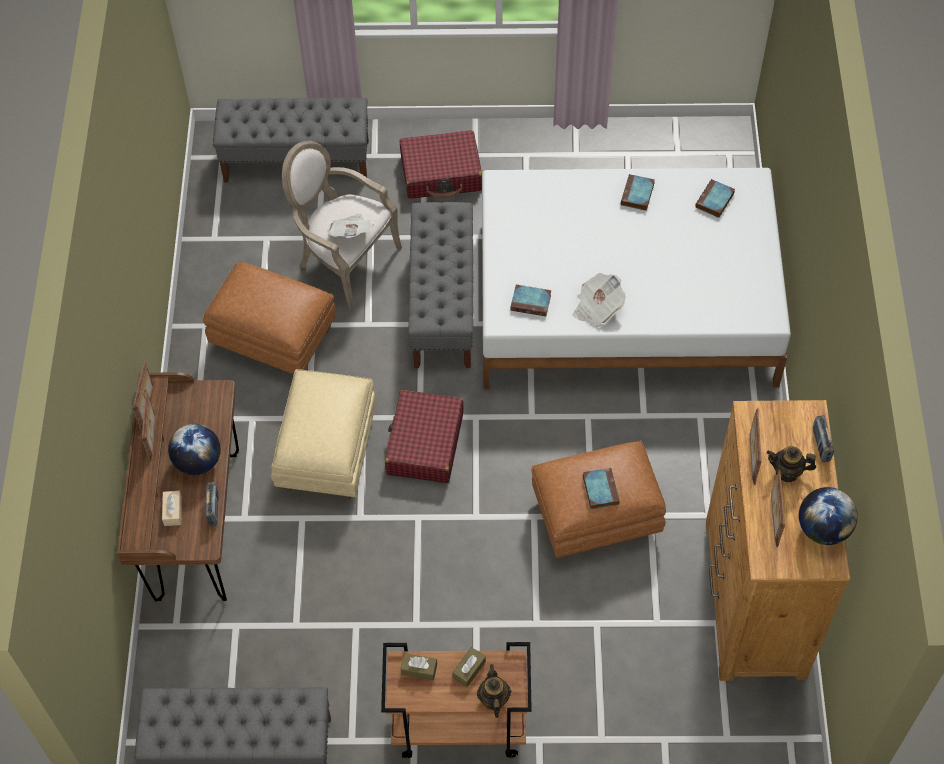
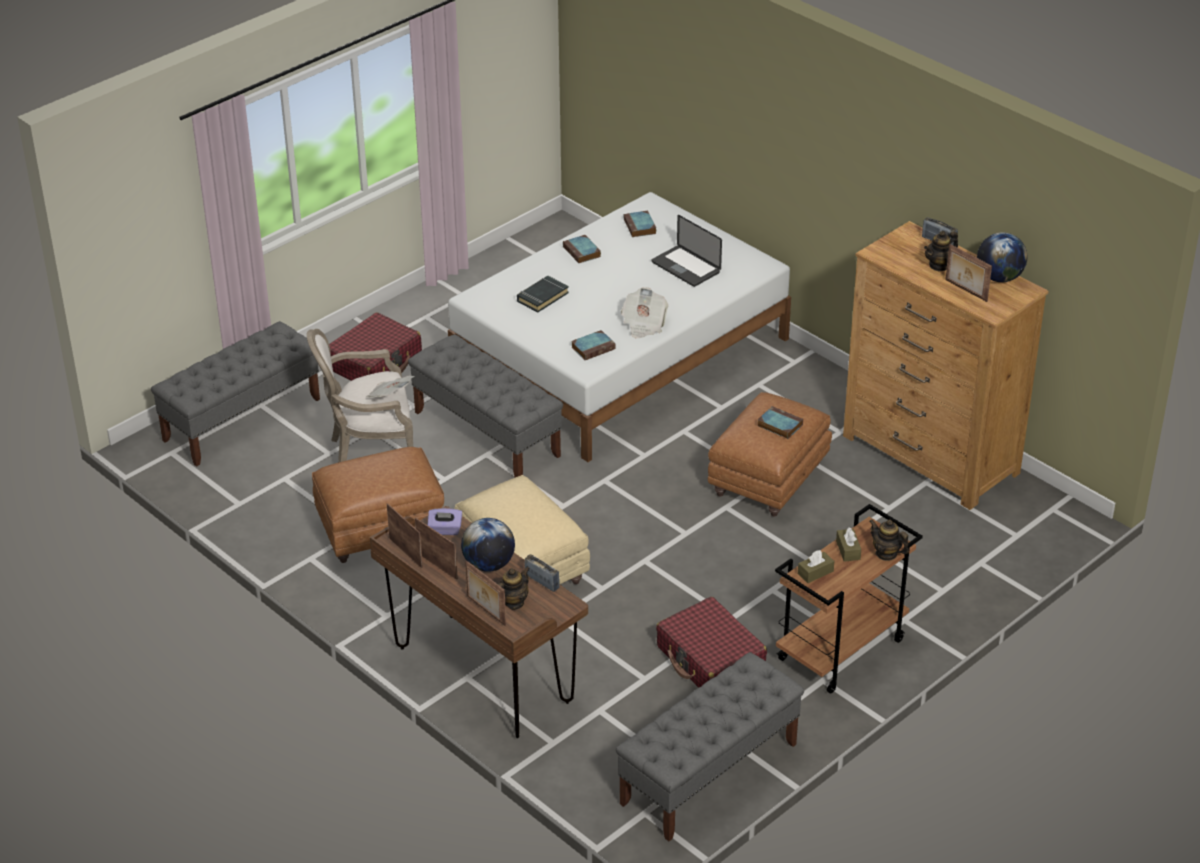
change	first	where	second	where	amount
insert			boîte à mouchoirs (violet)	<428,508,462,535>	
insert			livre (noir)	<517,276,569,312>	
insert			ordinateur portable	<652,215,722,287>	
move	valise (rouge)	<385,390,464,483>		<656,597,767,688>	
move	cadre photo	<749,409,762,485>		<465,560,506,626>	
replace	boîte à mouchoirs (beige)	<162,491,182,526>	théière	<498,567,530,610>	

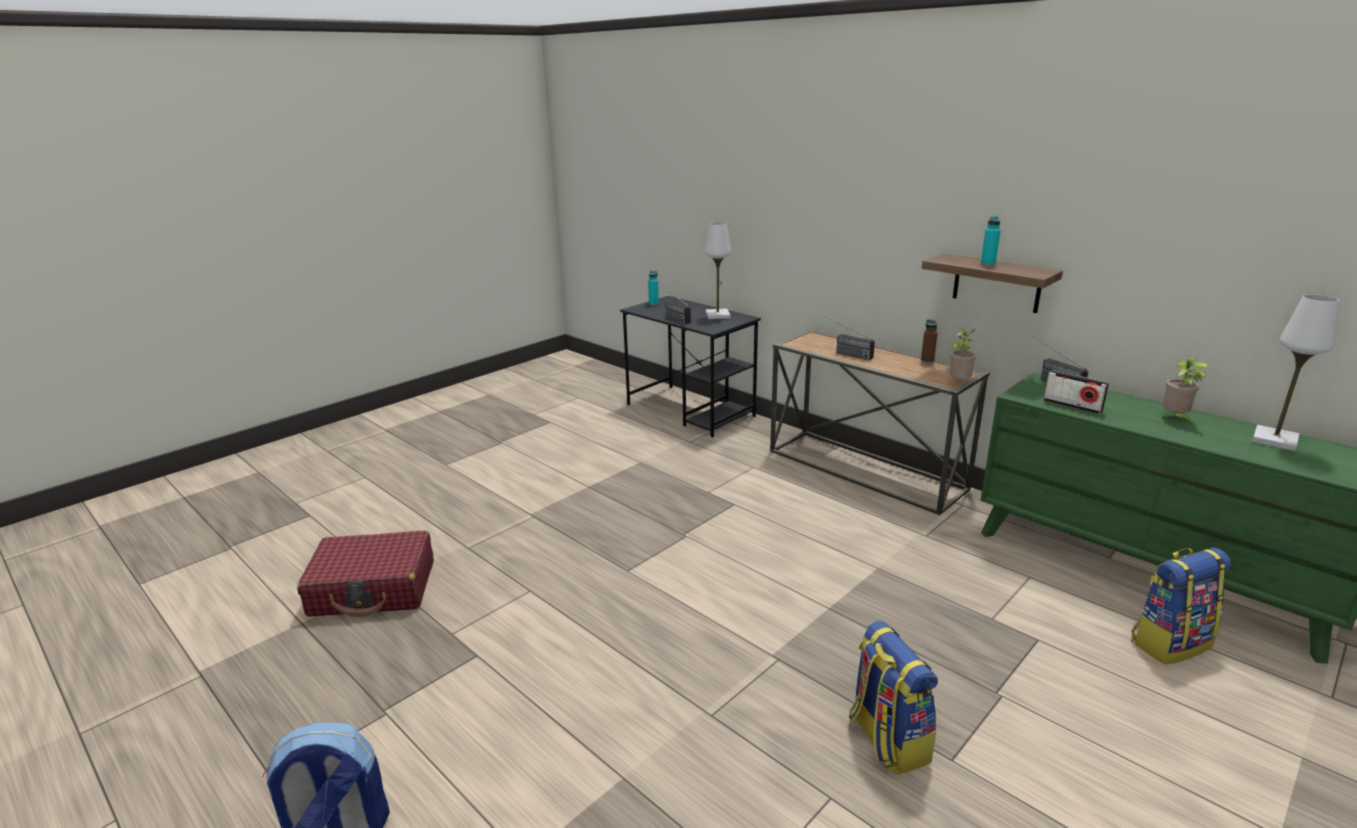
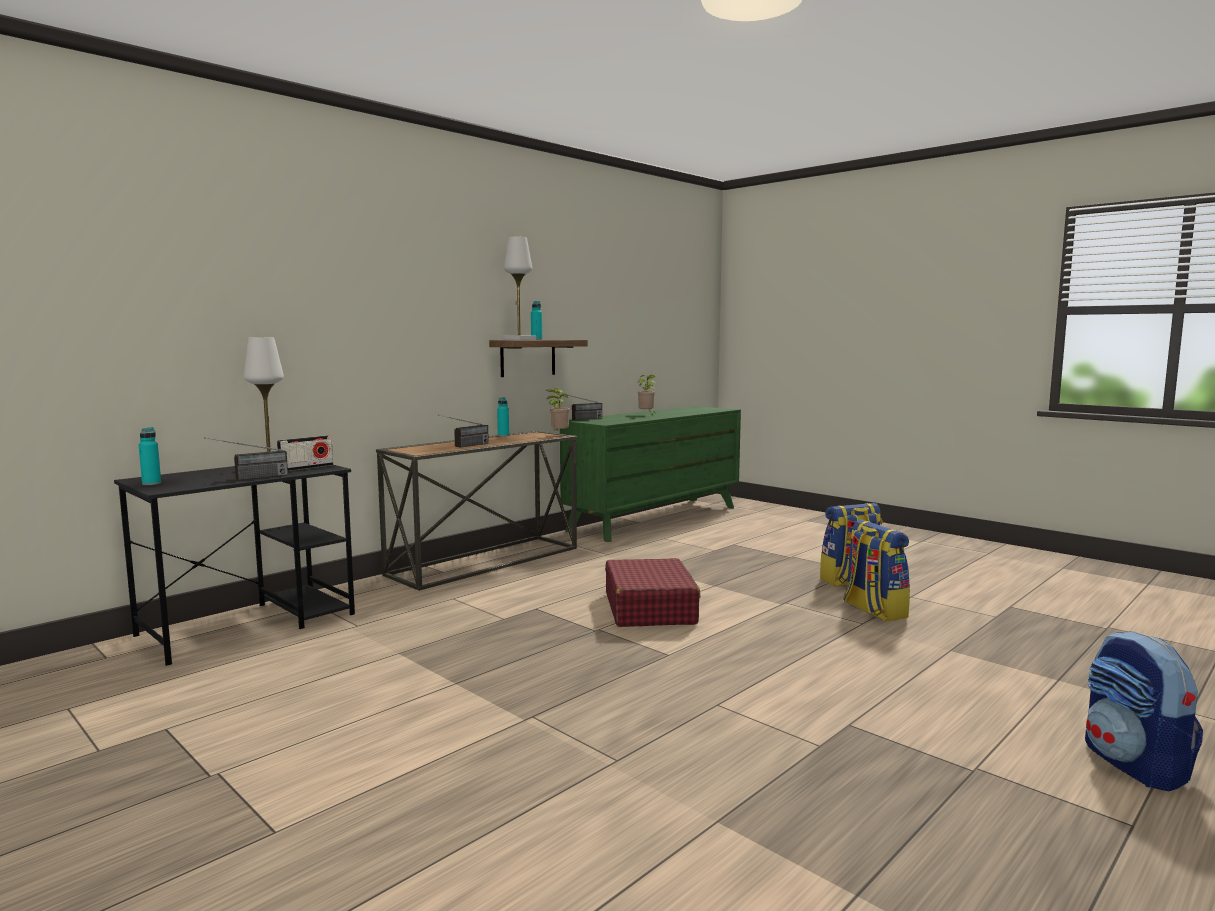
change	first	where	second	where	amount
move	valise (rouge)	<297,530,434,617>		<605,558,700,627>	
move	radio	<1044,370,1109,414>		<277,435,333,471>	
move	sac à dos	<1132,547,1231,665>		<844,520,910,621>	
move	lampe de table (blanc)	<1252,294,1339,451>		<502,237,536,340>	
recolor	bouteille (marron)	<921,319,938,364>	bouteille (turquoise)	<497,397,509,437>	

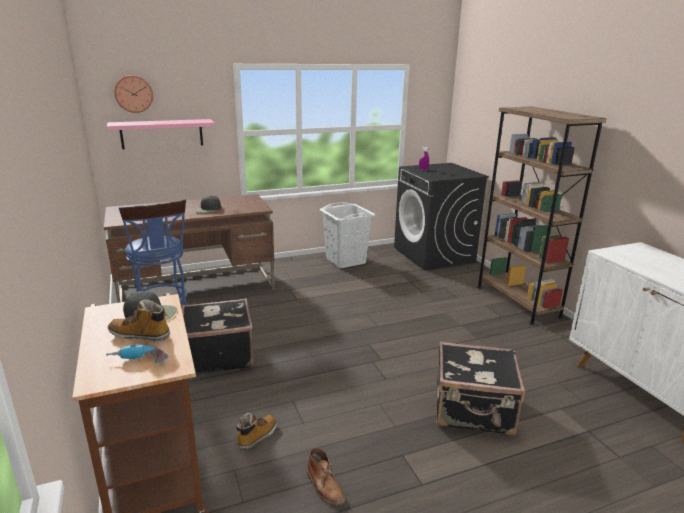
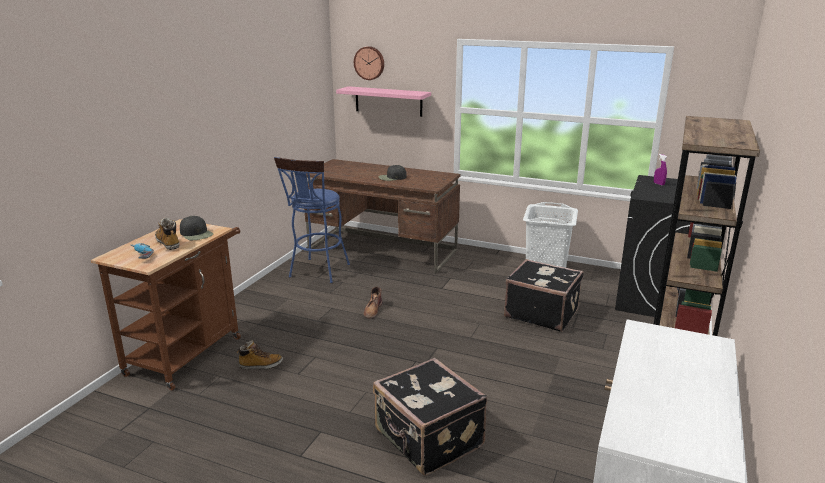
change	first	where	second	where	amount
move	valise (noir)	<182,298,254,374>		<504,259,583,332>	
move	botte (marron)	<307,447,345,506>		<363,287,383,319>	

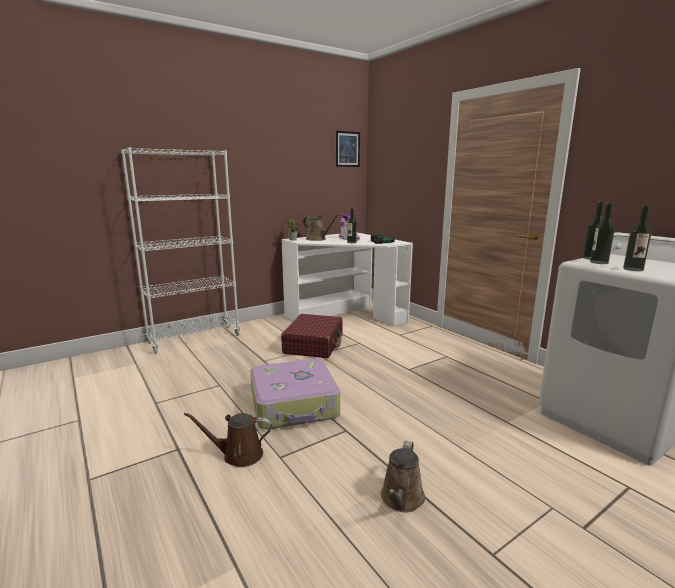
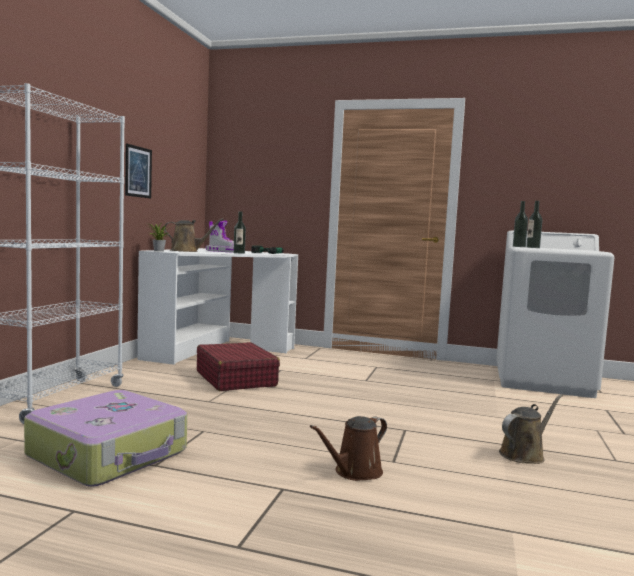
change	first	where	second	where	amount
delete	bouteille	<623,206,651,271>			
move	valise	<250,359,340,429>		<24,390,187,487>	
move	tableau	<336,131,360,167>		<125,143,152,198>	
rotate	arrosoir (marron)	<381,441,425,512>		<499,394,563,464>	105 degrees counterclockwise

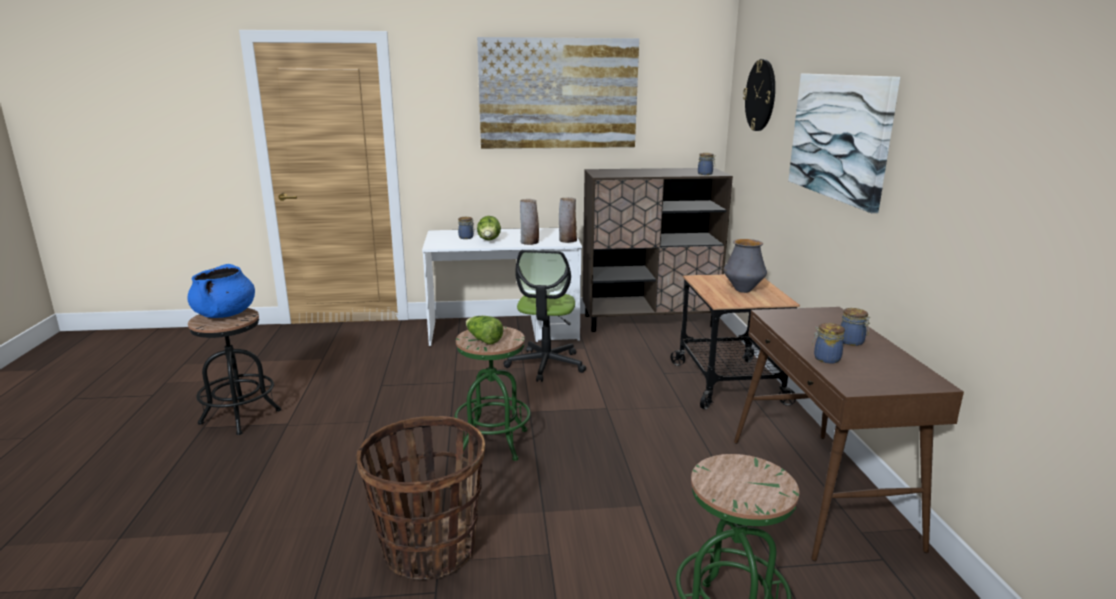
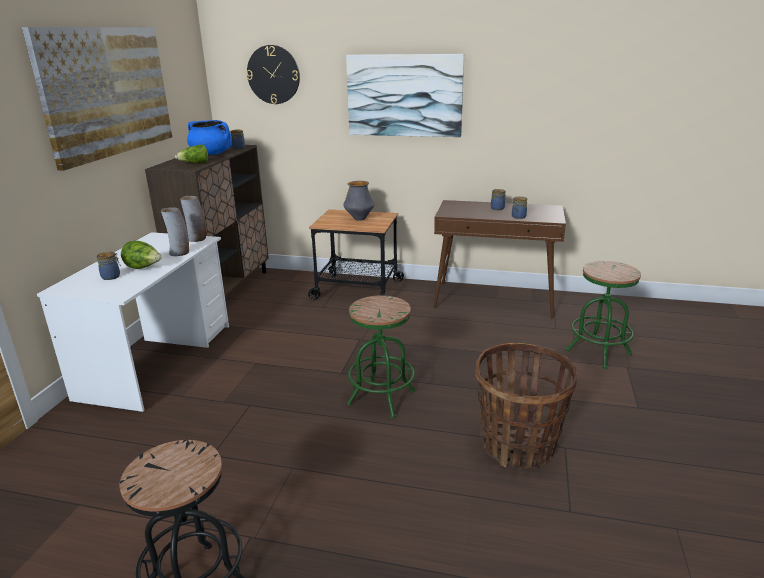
change	first	where	second	where	amount
delete	chaise de bureau	<503,250,586,382>			
move	marmite (bleu)	<187,264,255,318>		<187,120,232,155>	
move	laitue	<466,316,503,344>		<175,145,208,163>	

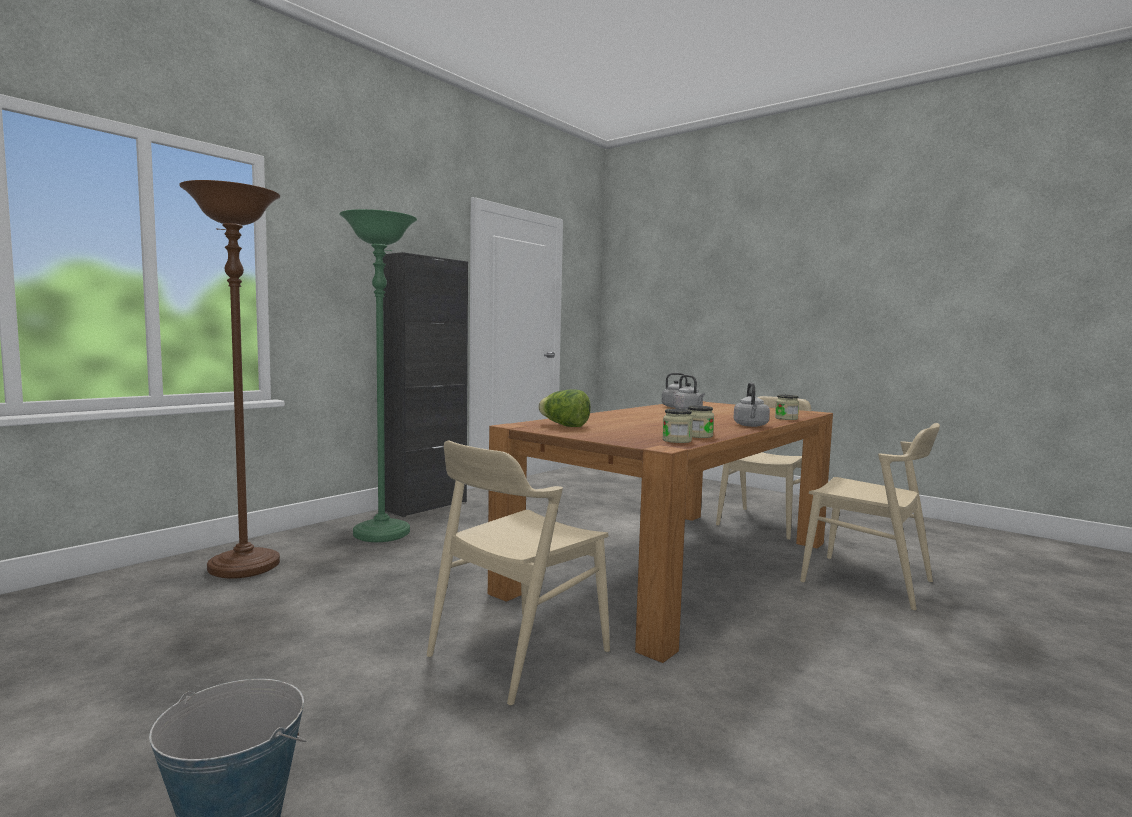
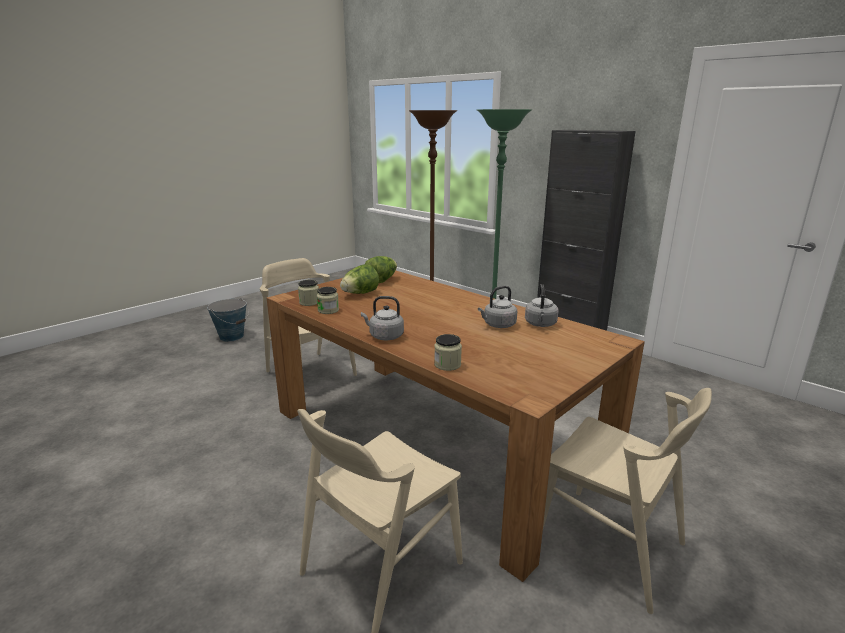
change	first	where	second	where	amount
insert			laitue	<340,265,379,294>	

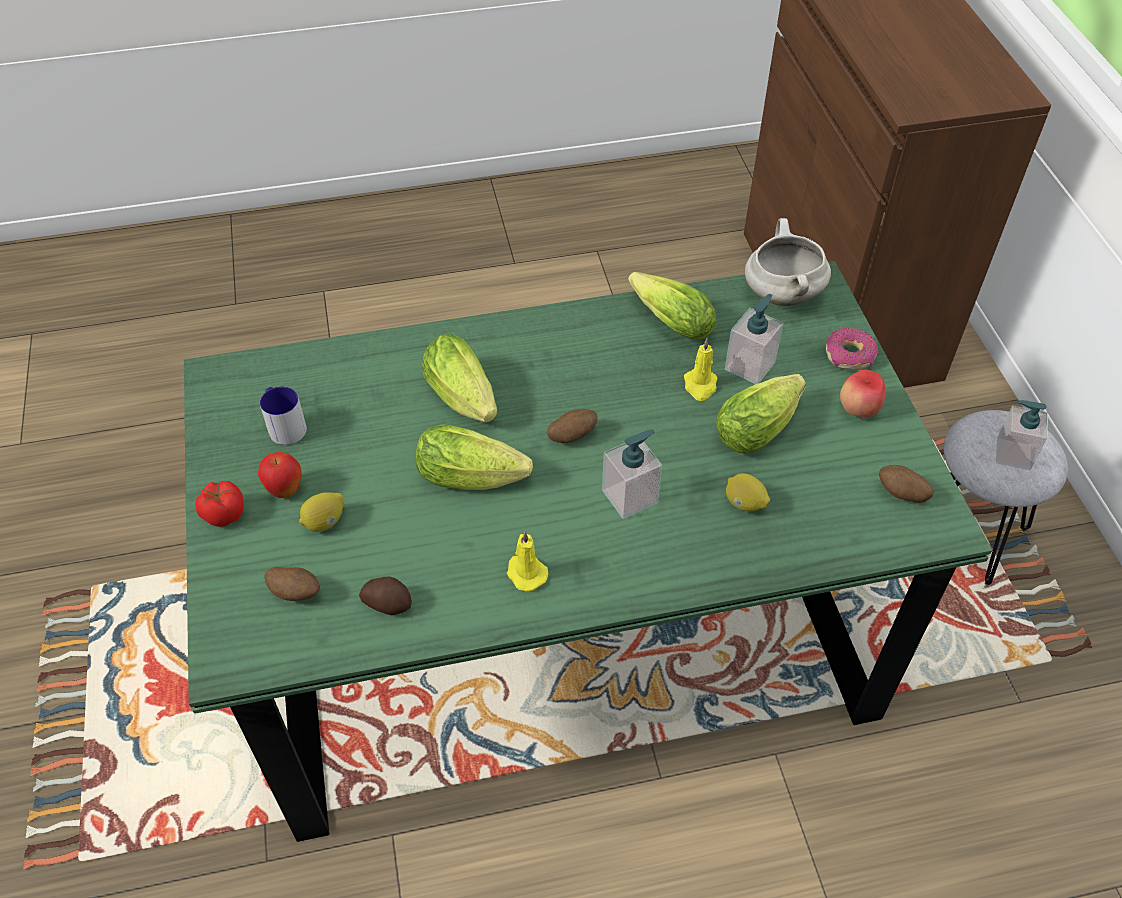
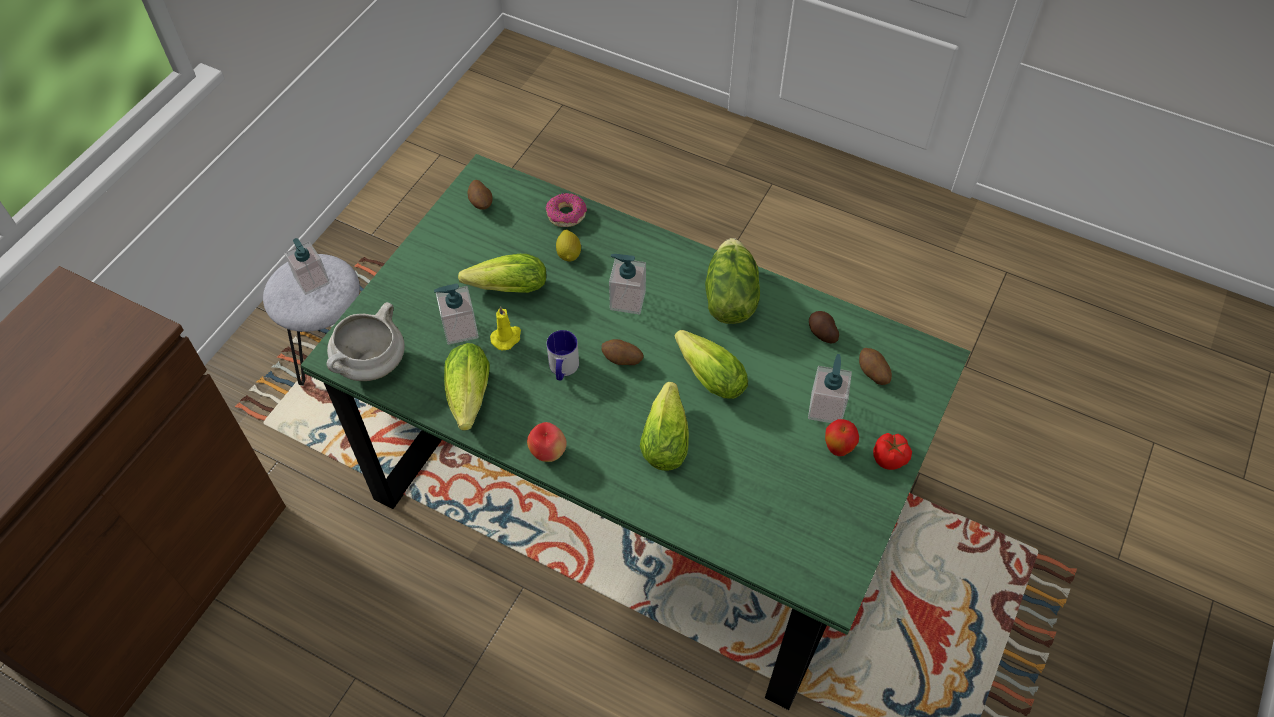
change	first	where	second	where	amount
move	mug	<260,386,307,445>		<547,330,579,380>	
move	beignet	<825,328,878,370>		<545,193,587,227>	
move	pomme	<840,370,885,417>		<527,422,567,462>	
replace	citron	<299,492,345,532>	distributeur de savon	<808,354,852,423>	
replace	bougie (jaune)	<507,531,548,591>	laitue	<705,238,760,324>	

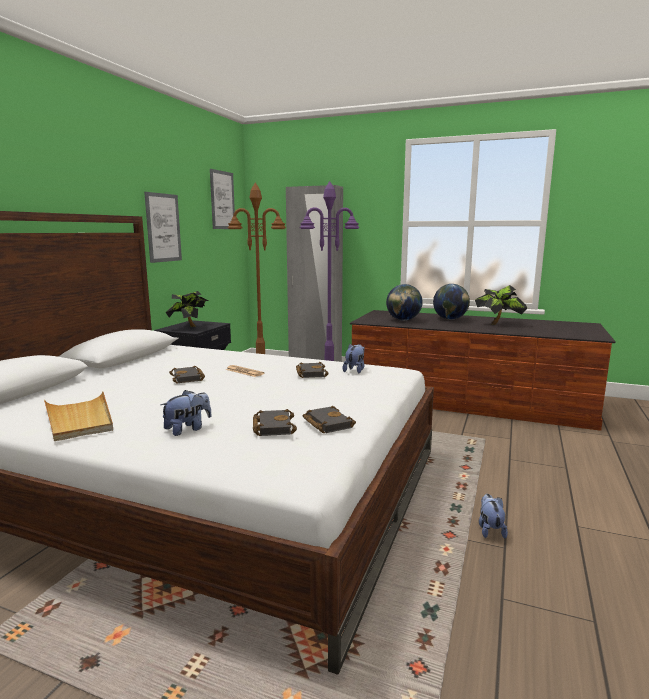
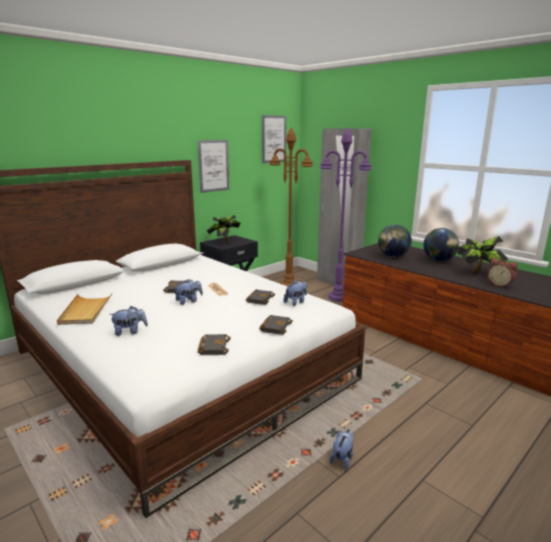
change	first	where	second	where	amount
insert			peluche	<175,279,203,305>	
insert			réveil	<487,258,518,288>	
move	livre (noir)	<253,409,297,436>		<259,315,293,335>	

